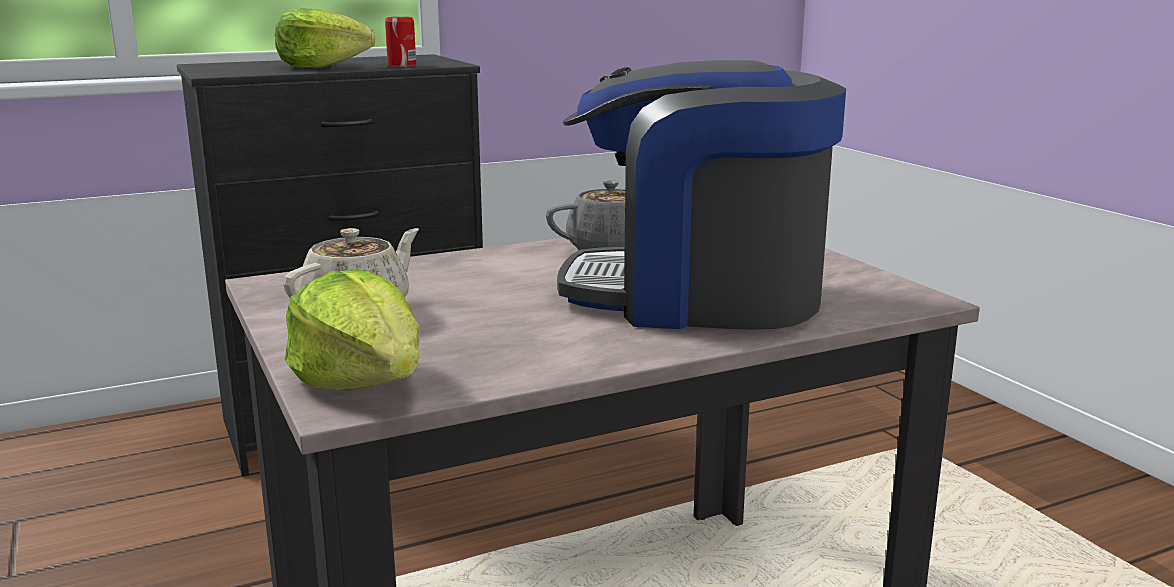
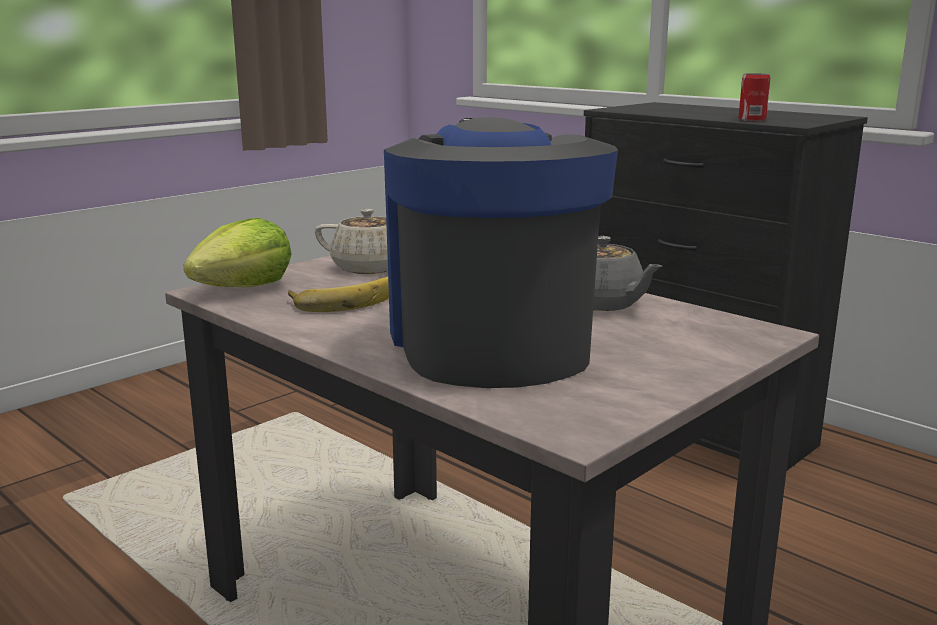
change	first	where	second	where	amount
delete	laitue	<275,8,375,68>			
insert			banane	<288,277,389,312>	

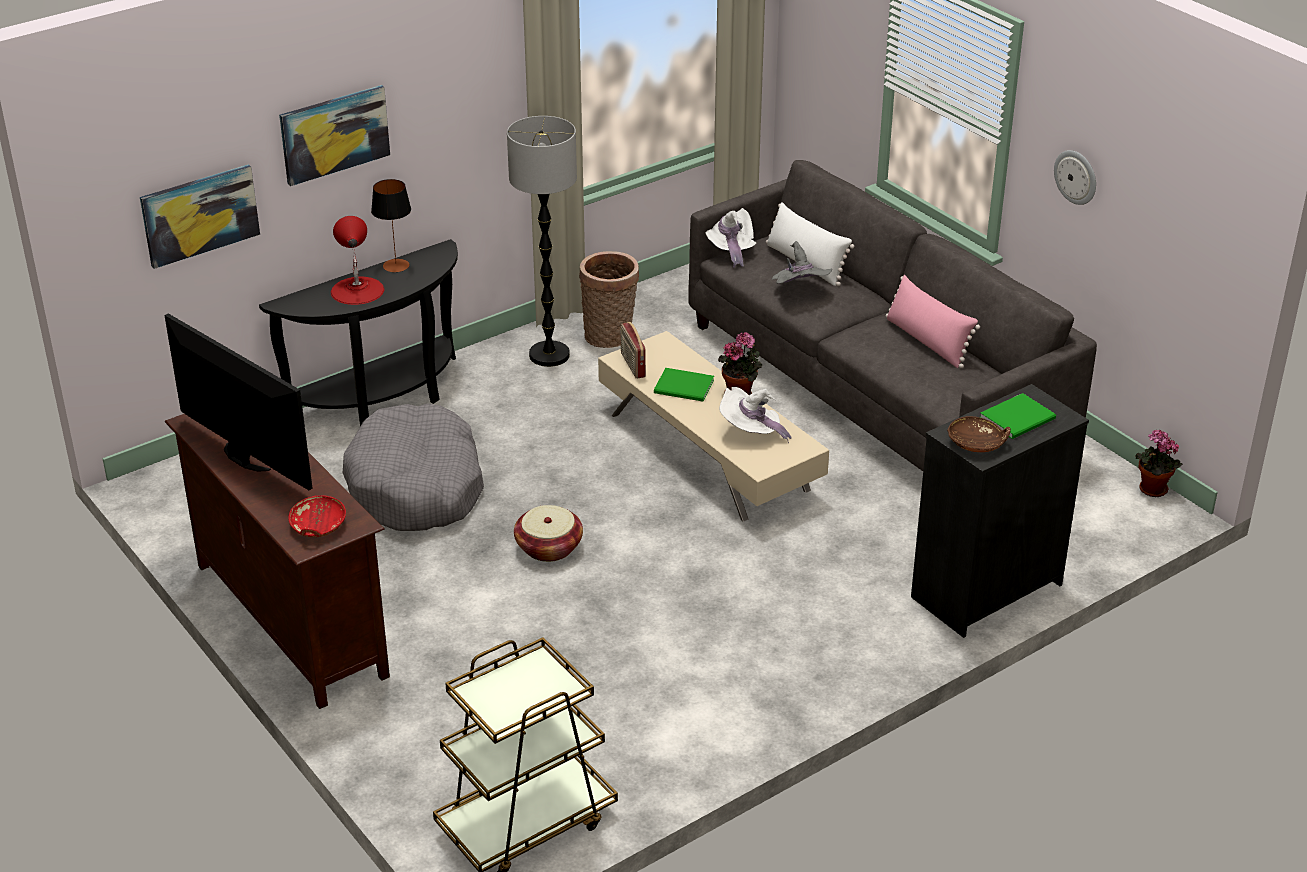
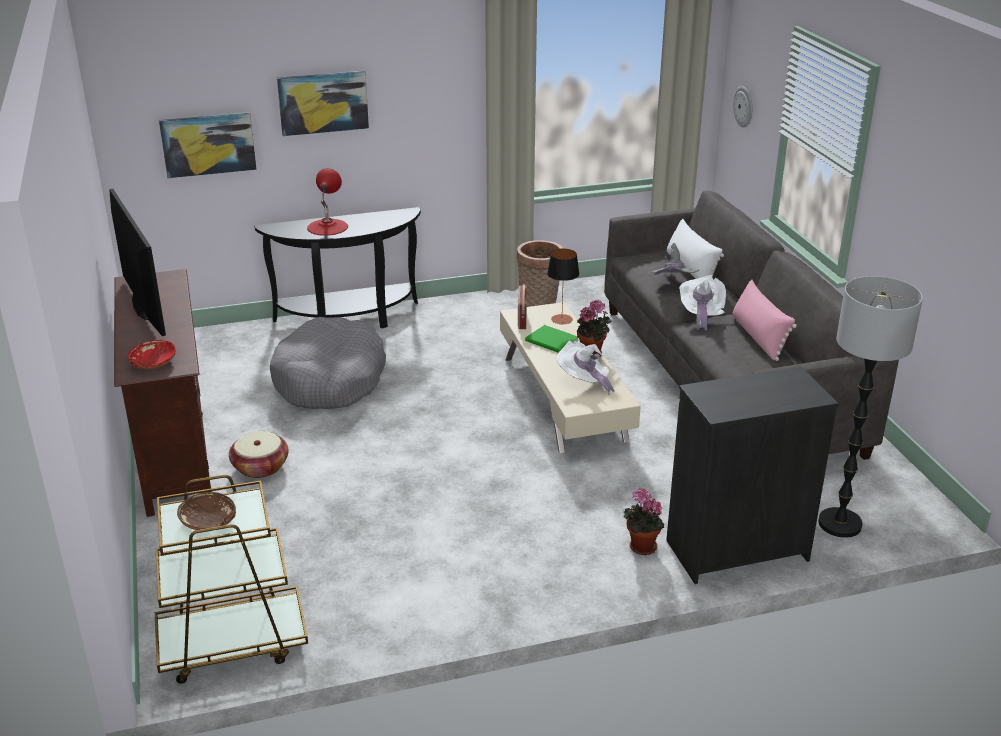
change	first	where	second	where	amount
delete	livre (vert)	<980,393,1056,439>			
move	lampe de table	<371,179,411,272>		<547,249,579,324>	
move	lampadaire	<507,116,577,367>		<818,276,923,538>	
move	panier	<514,505,583,562>		<229,431,289,478>	
move	chapeau (blanc)	<705,208,756,268>		<680,275,726,331>	
move	bol (marron)	<947,416,1011,452>		<177,492,236,530>	
move	horloge murale	<1054,150,1096,205>		<733,86,752,128>	
move	plante en pot	<1135,430,1182,497>		<623,488,665,555>	

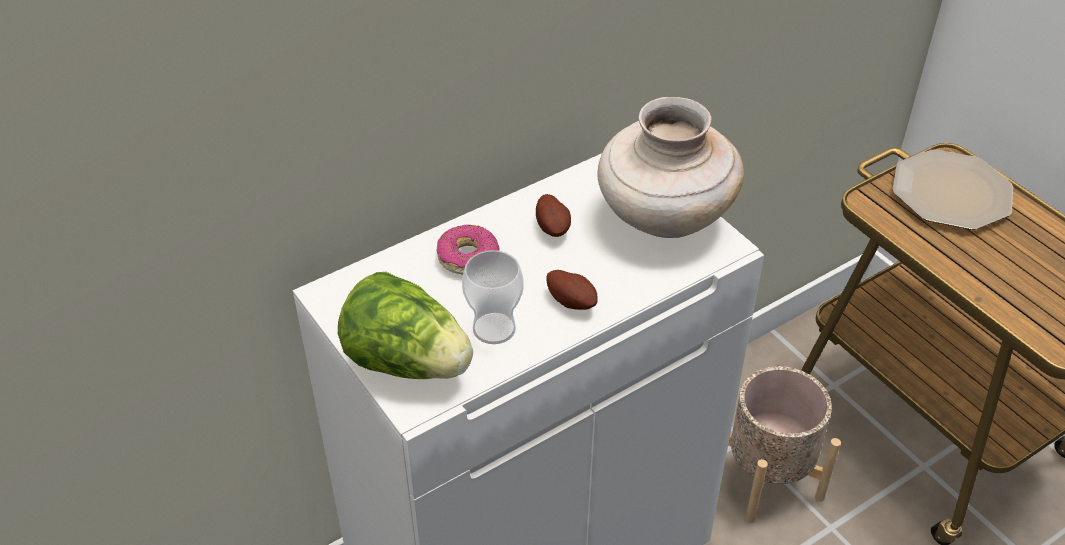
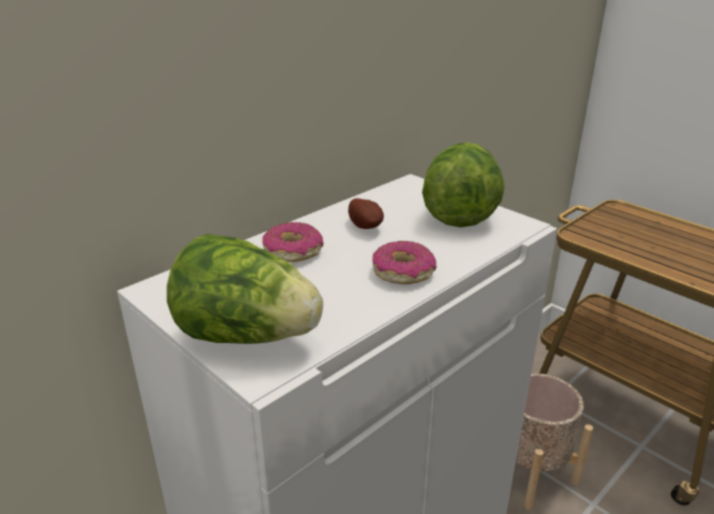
change	first	where	second	where	amount
delete	tasse	<462,250,524,344>			
delete	assiette	<892,149,1013,230>			
replace	pomme de terre	<546,270,598,310>	beignet	<372,241,436,284>	
replace	vase (beige)	<597,97,744,238>	laitue	<422,142,504,228>	

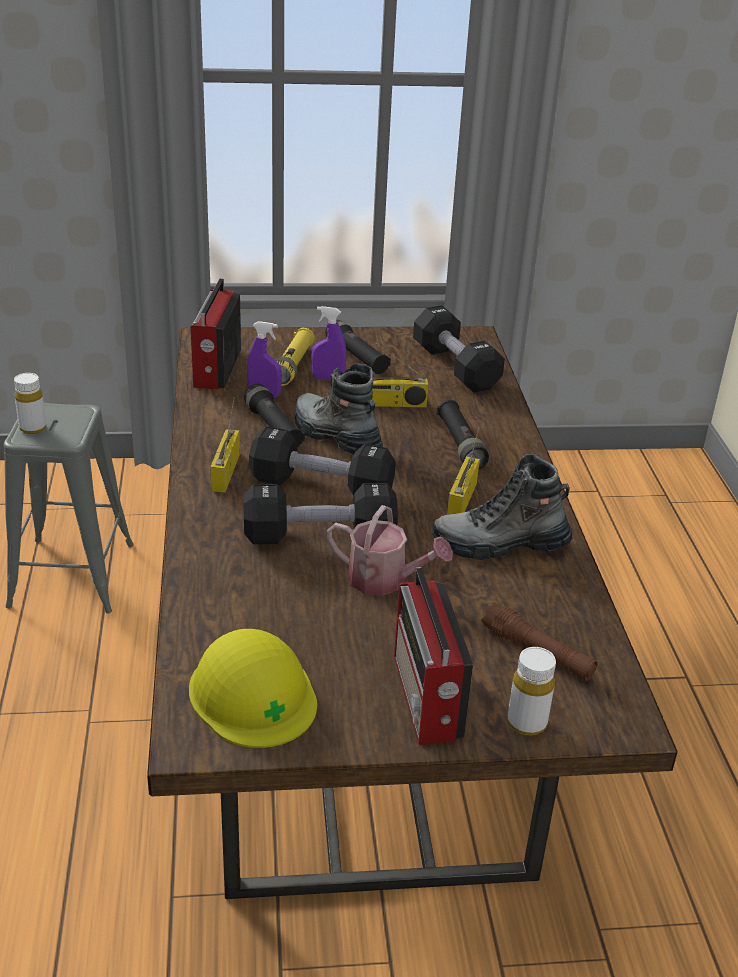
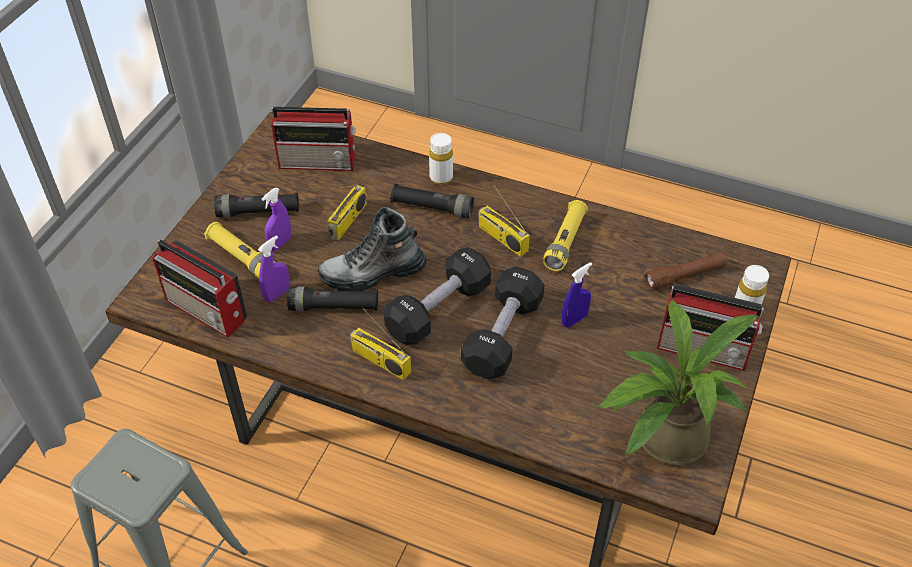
change	first	where	second	where	amount
move	bouteille (blanc)	<14,373,46,434>		<429,133,453,185>	
replace	casque de chantier (jaune)	<189,629,317,748>	plante en pot	<596,299,761,465>	
replace	arrosoir	<327,505,453,596>	vaporisateur (bleu)	<562,262,592,328>	
replace	haltère (noir)	<413,305,505,393>	radio	<271,107,356,171>	
replace	botte	<432,454,572,560>	lampe de poche (jaune)	<543,200,588,271>	

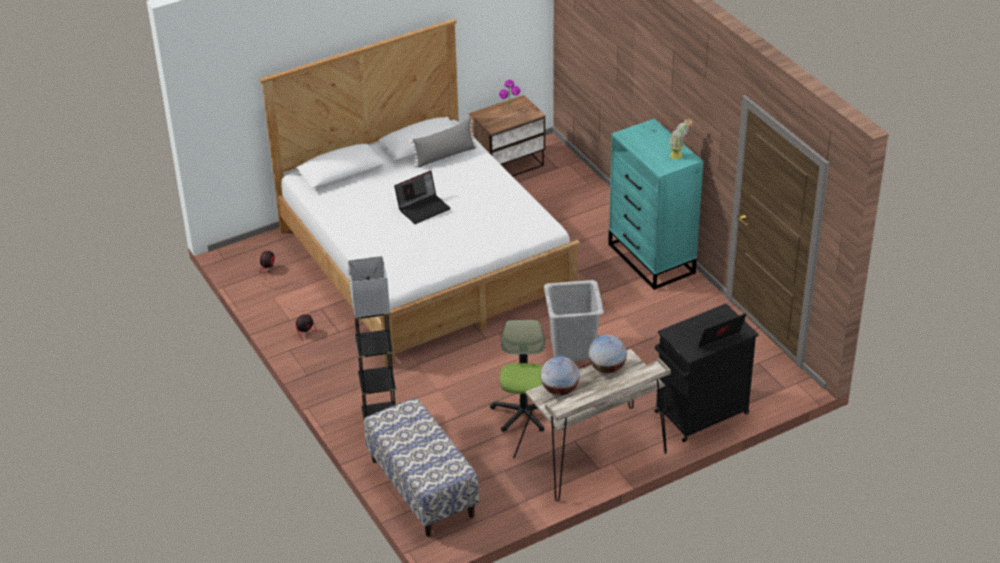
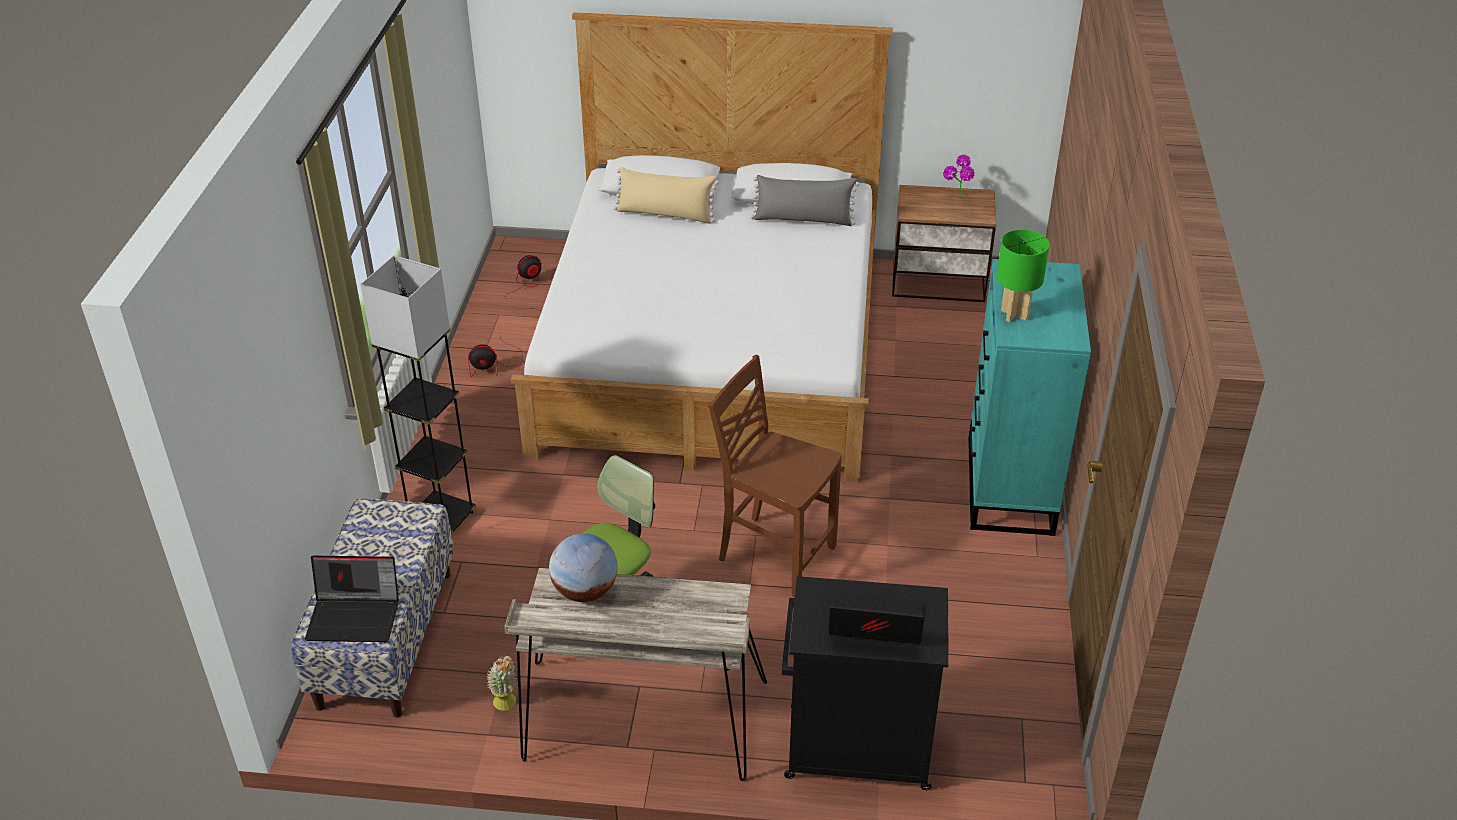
change	first	where	second	where	amount
delete	globe	<588,335,627,373>			
insert			coussin (beige)	<613,167,719,224>	
insert			lampe de table (vert)	<996,230,1050,322>	
move	ordinateur portable	<394,171,451,224>		<305,555,399,642>	
move	plante en pot	<670,119,693,159>		<487,655,517,711>	
replace	panier à linge (gris)	<544,280,604,361>	chaise (marron)	<708,355,842,598>	

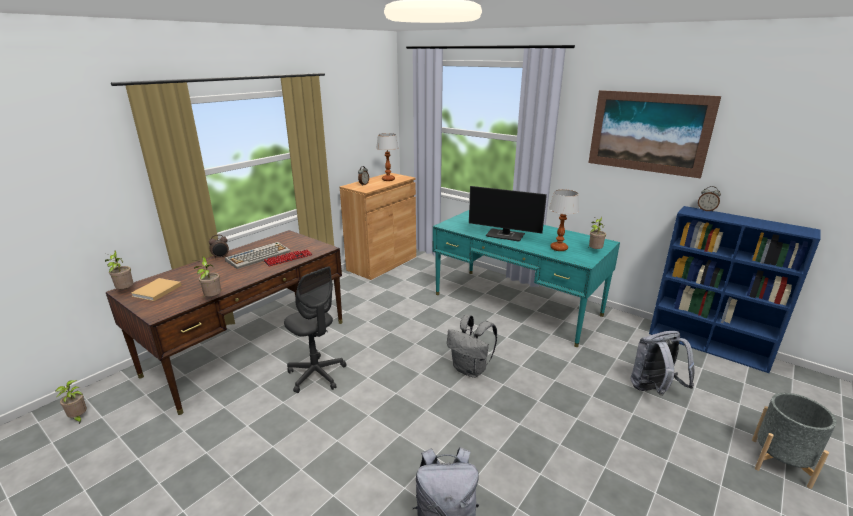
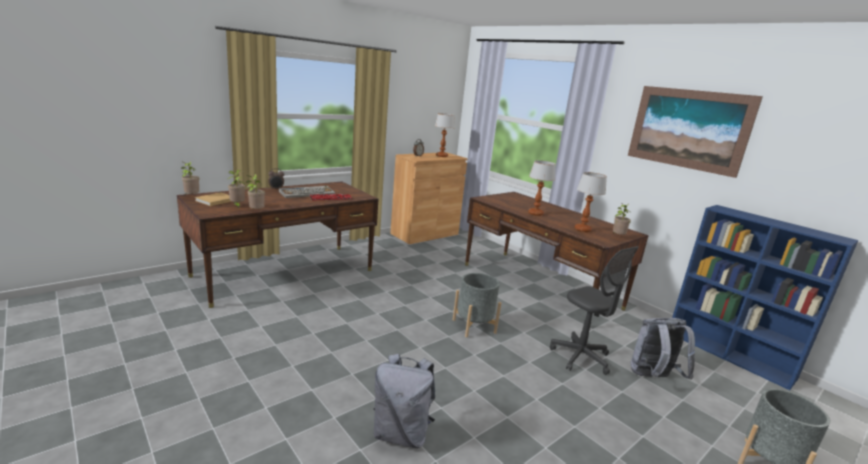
change	first	where	second	where	amount
delete	réveil	<698,186,721,212>			
move	plante en pot	<56,380,87,424>		<228,170,245,208>	
move	chaise de bureau (gris)	<284,266,346,393>		<550,246,639,375>	
replace	sac à dos (gris)	<447,314,497,378>	cache-pot (gris)	<453,273,501,337>	
replace	écran d'ordinateur	<469,186,547,241>	lampe de table	<528,160,555,216>	
recolor	bureau (turquoise)	<433,210,620,347>	bureau (marron)	<465,192,649,311>	

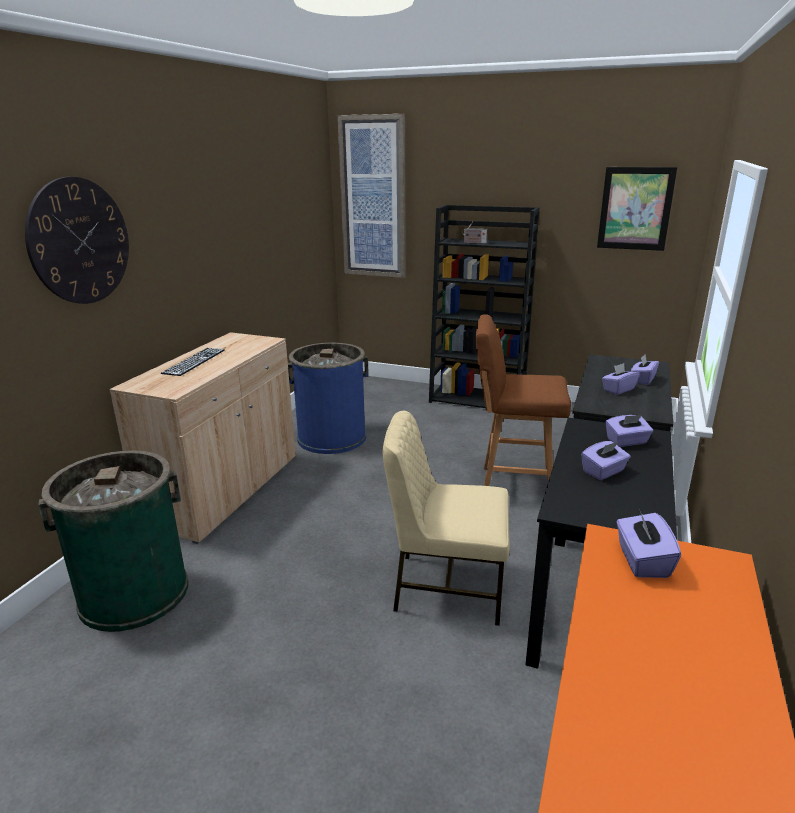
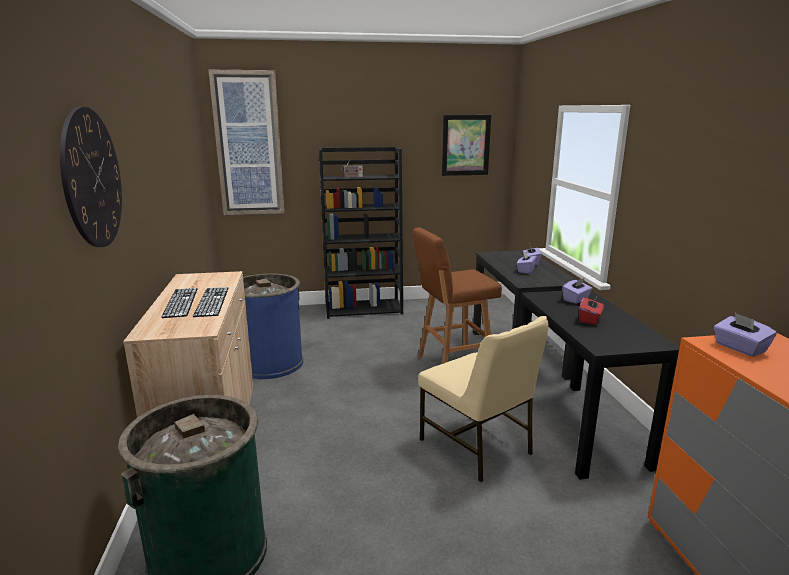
change	first	where	second	where	amount
insert			clavier	<193,287,229,317>	
recolor	boîte à mouchoirs (violet)	<581,441,631,480>	boîte à mouchoirs (rouge)	<579,295,604,325>	
rotate	chaise (beige)	<382,411,510,626>		<418,316,548,482>	105 degrees counterclockwise

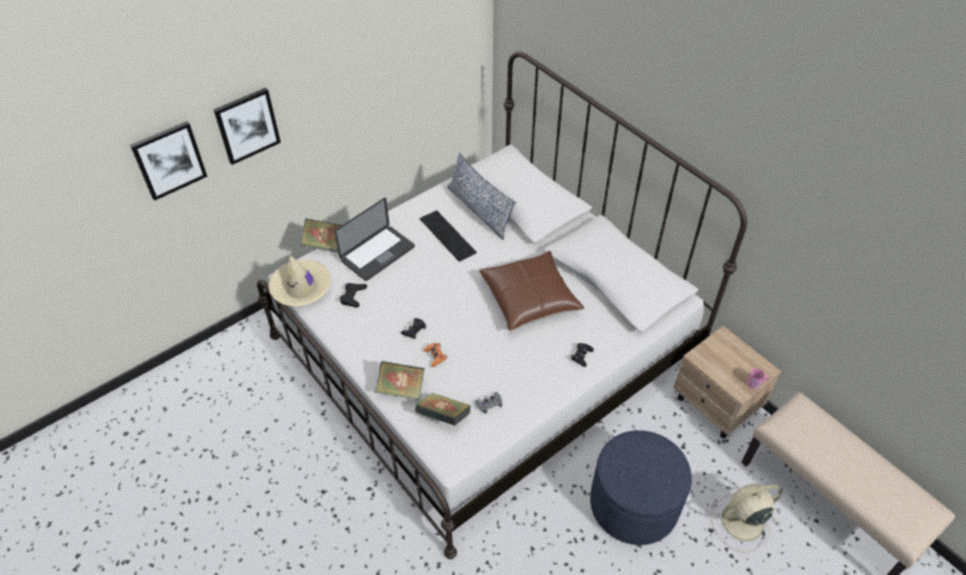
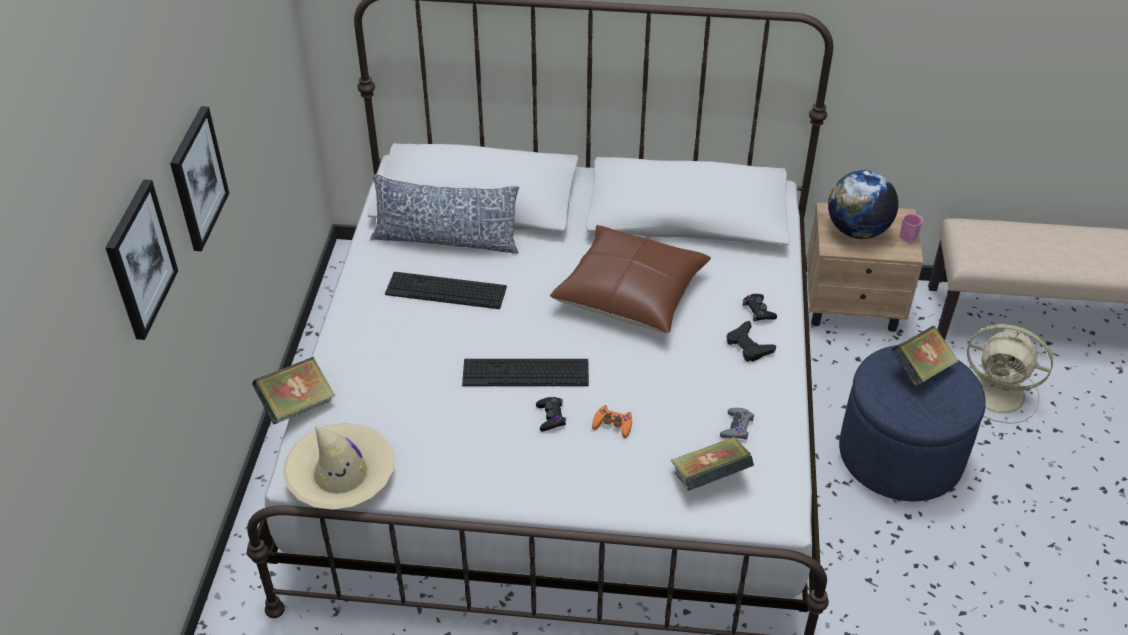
change	first	where	second	where	amount
delete	ordinateur portable	<334,198,415,281>			
insert			clavier	<462,359,589,386>	
insert			globe	<828,170,898,239>	
move	tableau	<130,121,208,201>		<170,106,229,251>	
move	manette (noir)	<340,283,367,308>		<727,321,776,362>	
move	livre	<375,361,425,400>		<891,326,959,387>	
rotate	ventilateur (beige)	<711,483,782,552>		<967,324,1053,424>	90 degrees counterclockwise

